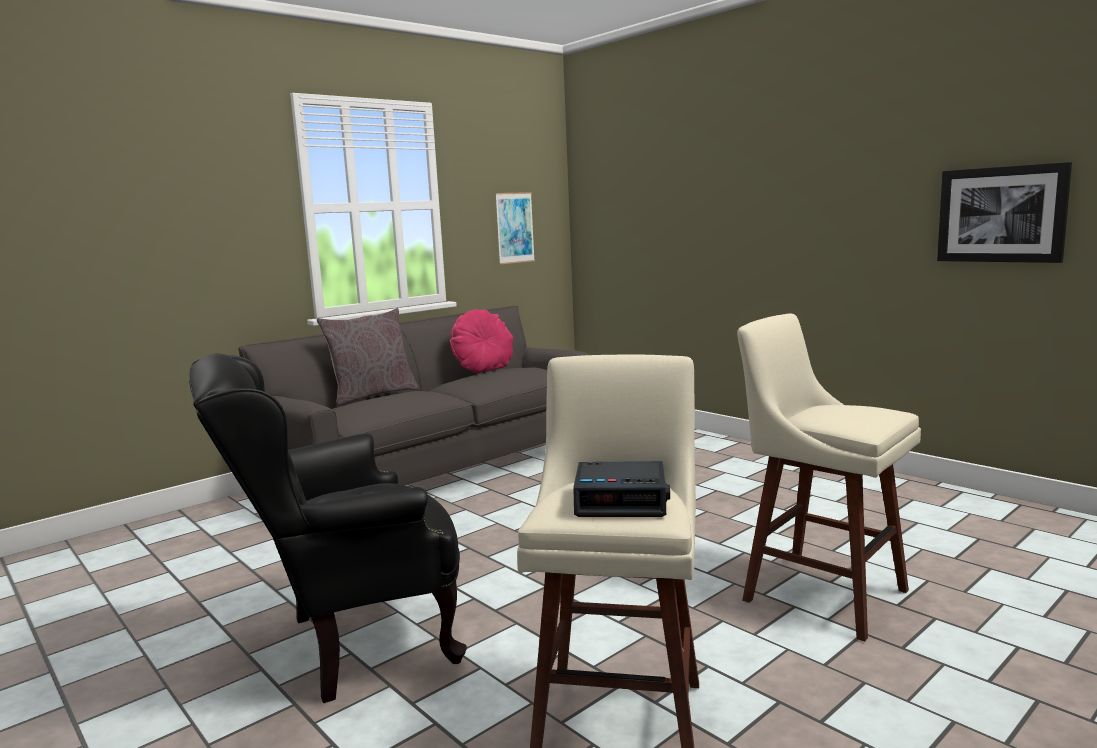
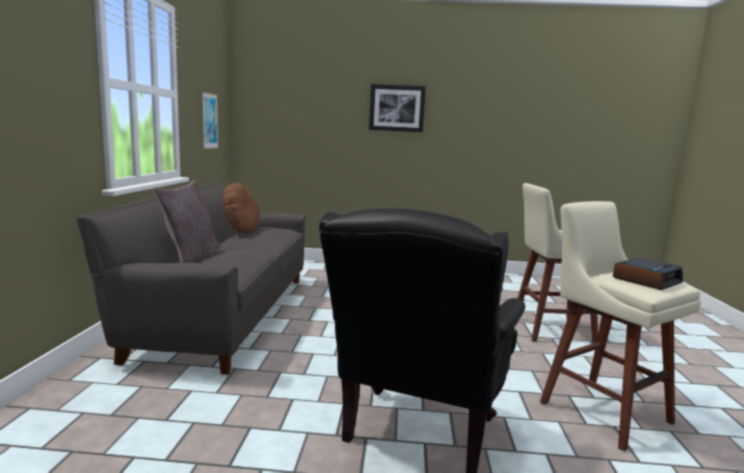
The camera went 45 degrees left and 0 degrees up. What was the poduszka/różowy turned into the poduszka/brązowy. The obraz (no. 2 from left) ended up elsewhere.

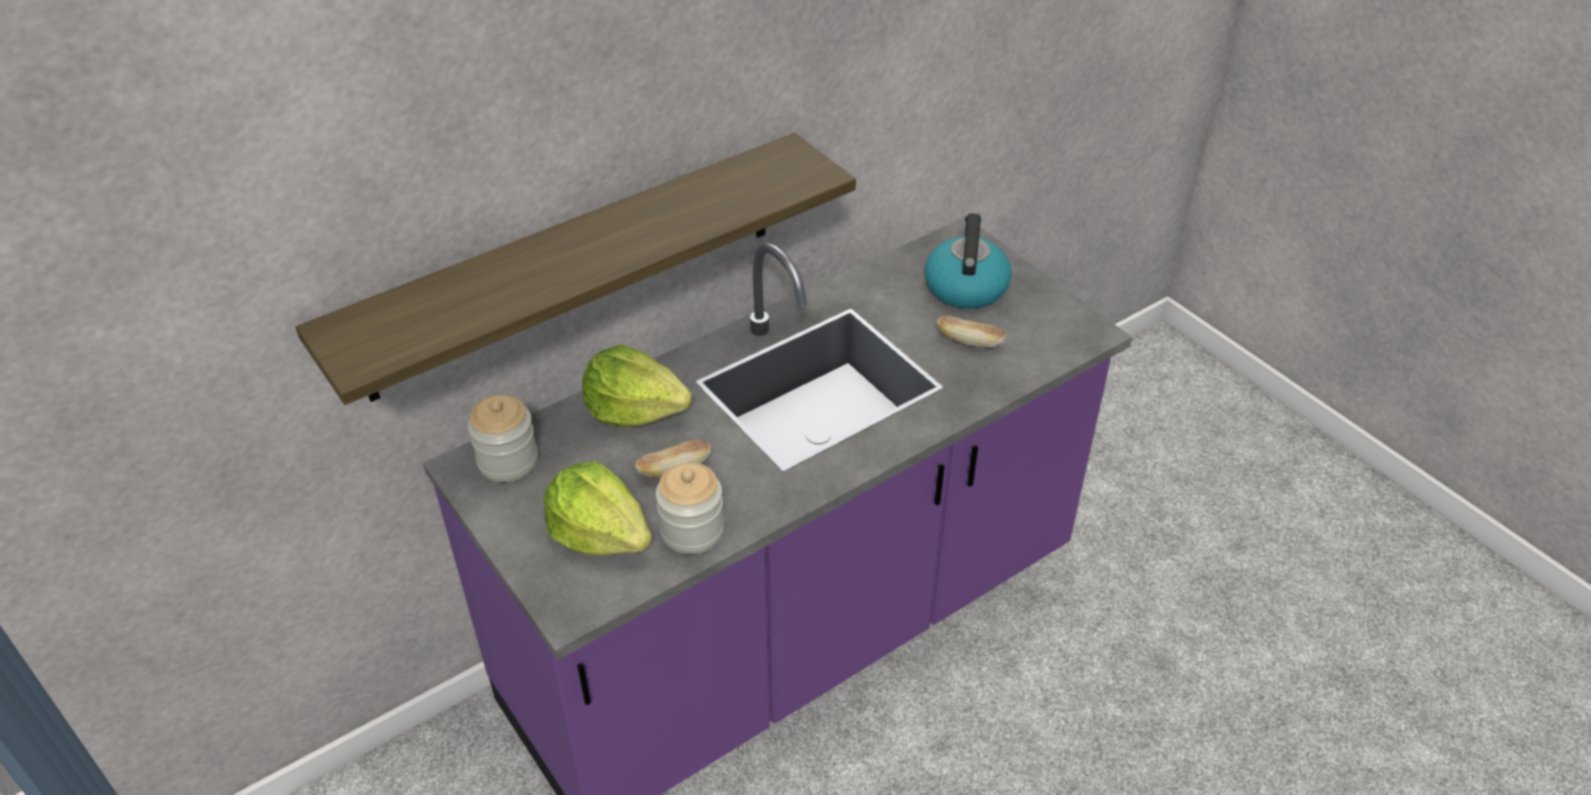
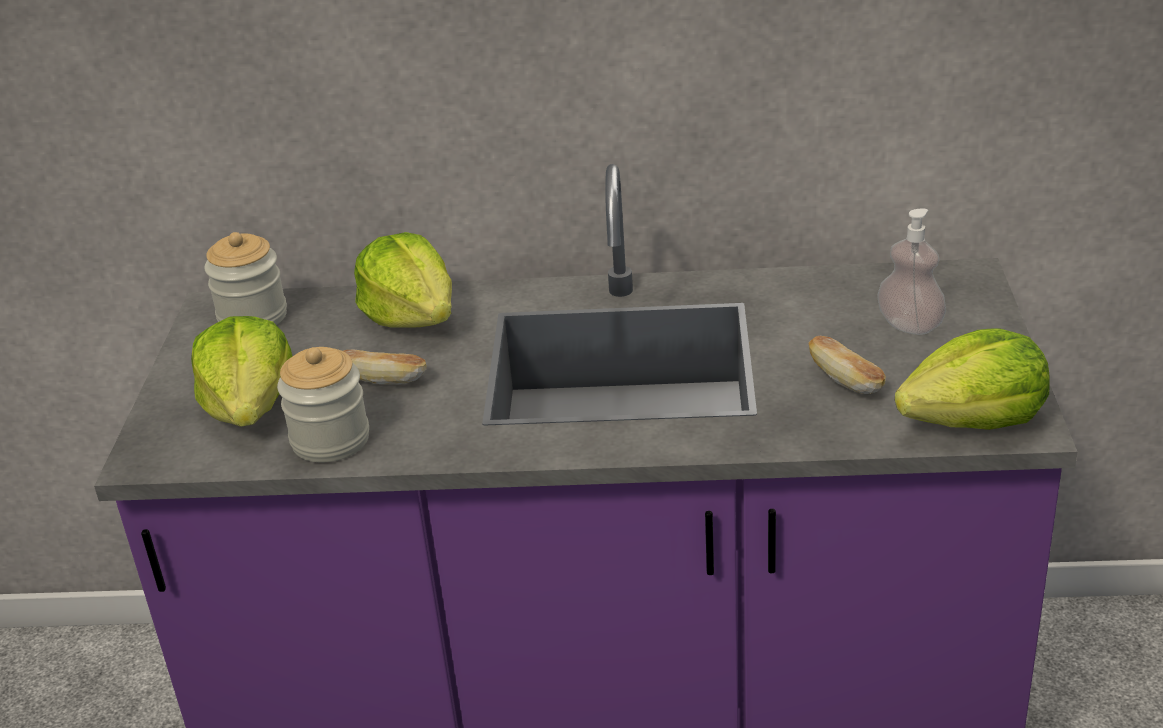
The camera went 40 degrees right and 10 degrees down. The second view lost the półka. Where the czajnik stood, the dozownik mydła came to stand. The second view gained the sałata (no. 3 from left).

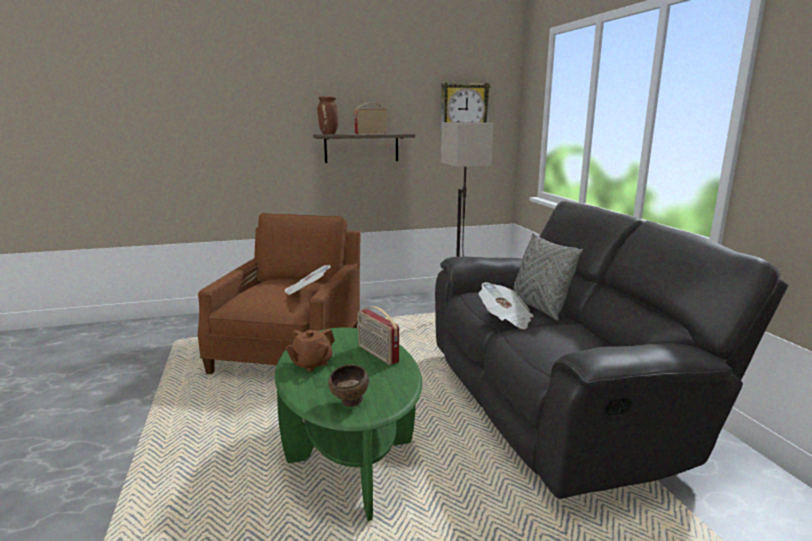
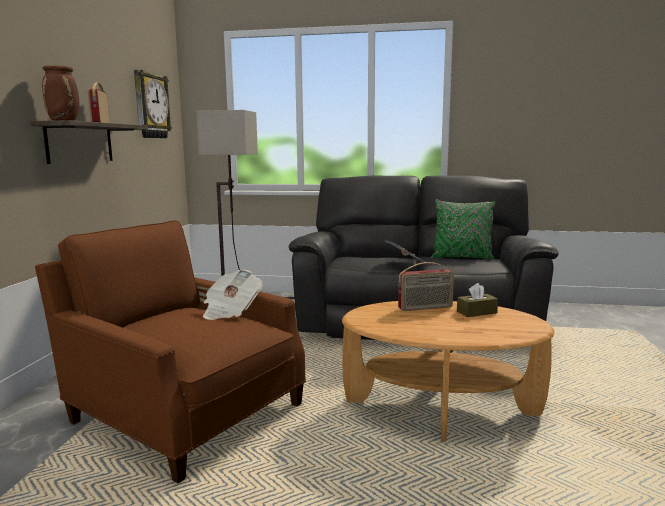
The camera went 65 degrees left and 5 degrees down. What was the ława/zielony turned into the ława/brązowy. The second view lost the imbryk/brązowy. The second view lost the miska/brązowy. The second view lost the poduszka/szary. The second view gained the poduszka/zielony. The second view gained the pudełko chusteczek/brązowy.

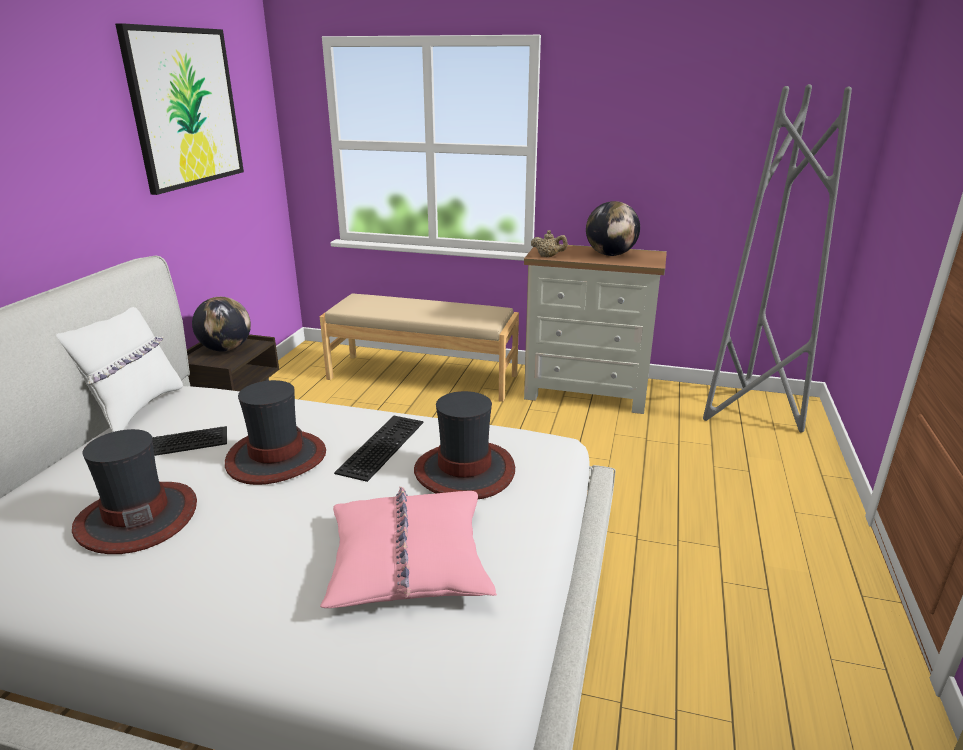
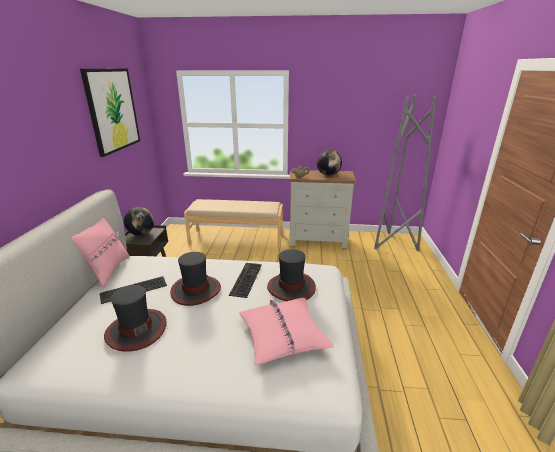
The camera went 10 degrees left and 0 degrees up. What was the poduszka/biały turned into the poduszka/różowy (no. 1 from left).

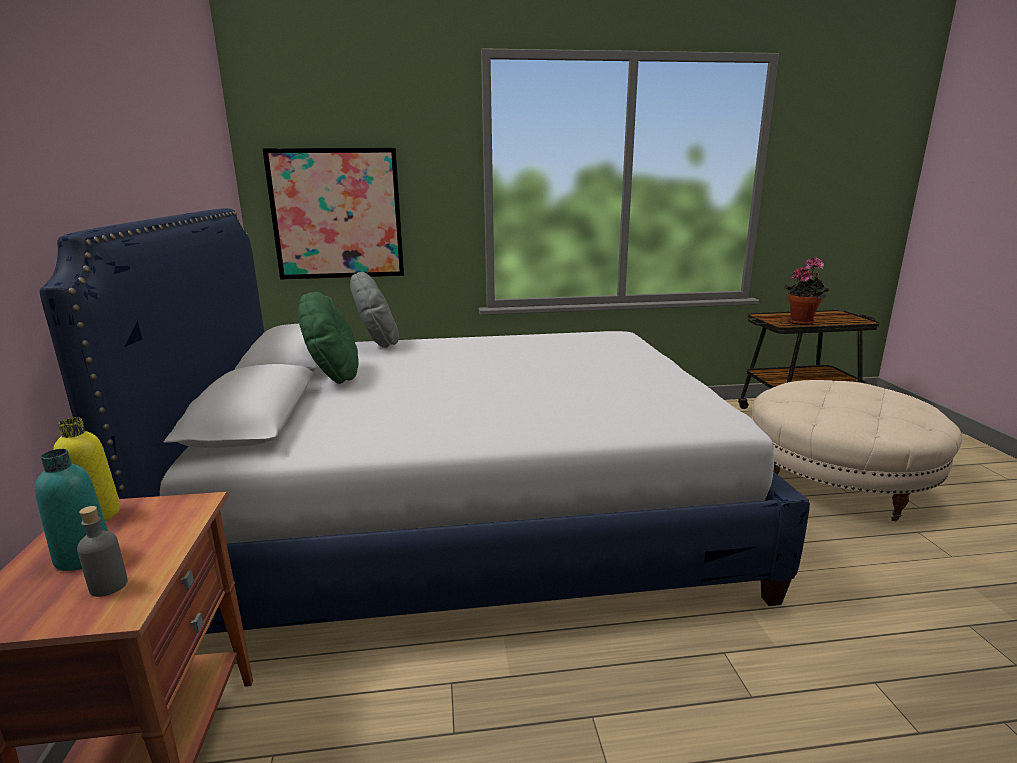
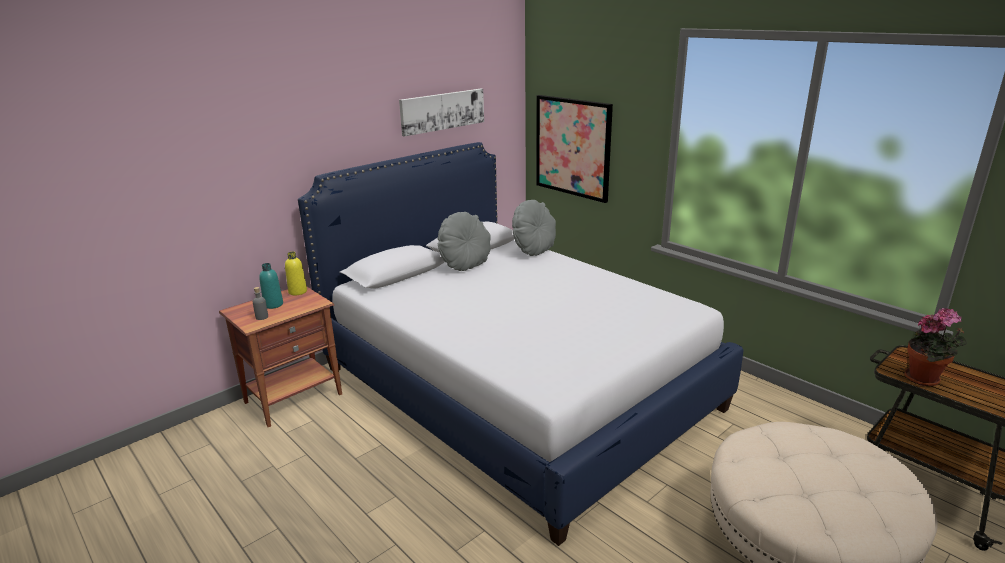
The camera went 55 degrees right and 5 degrees up. What was the poduszka/zielony turned into the poduszka/szary (no. 1 from left). The second view gained the obraz (no. 1 from left).

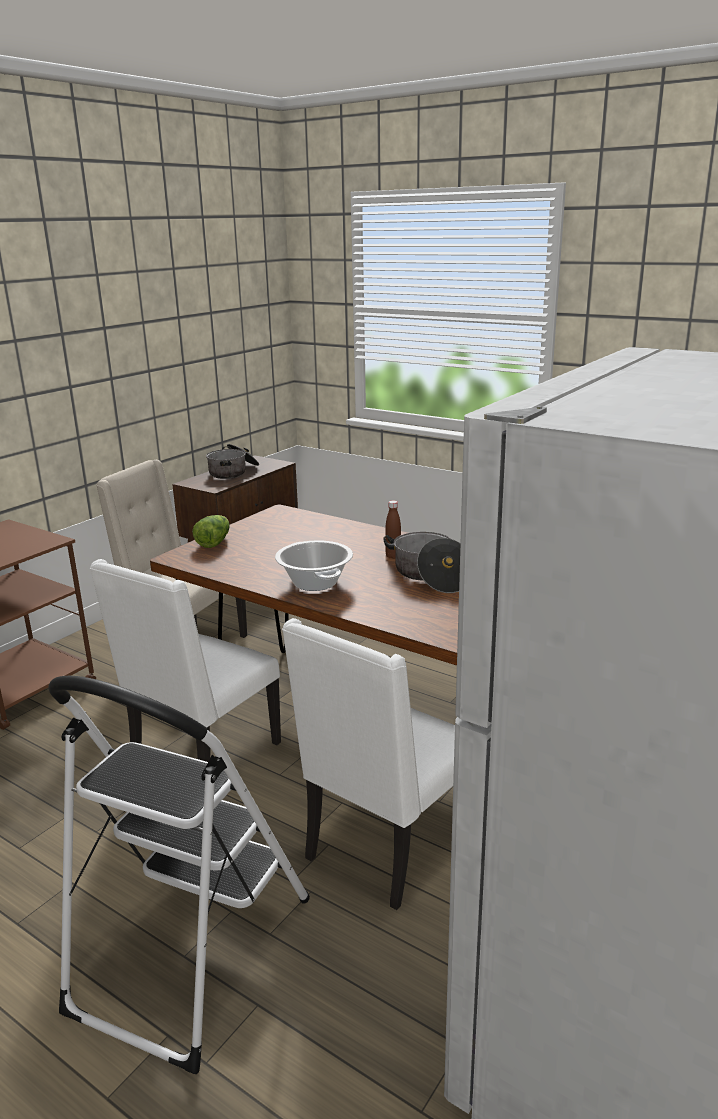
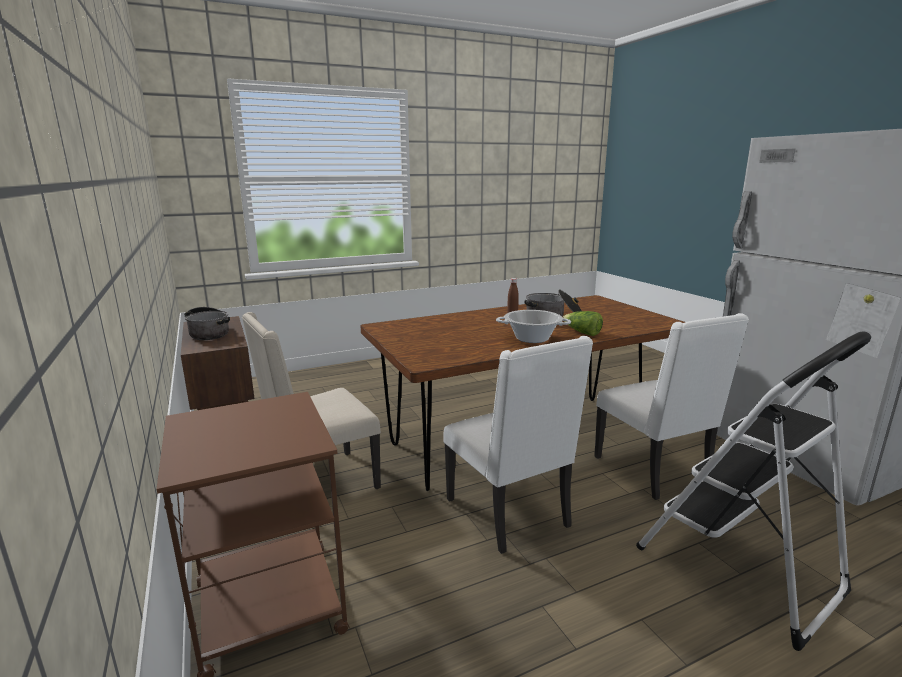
The camera went 60 degrees left and 5 degrees down. The sałata ended up elsewhere.

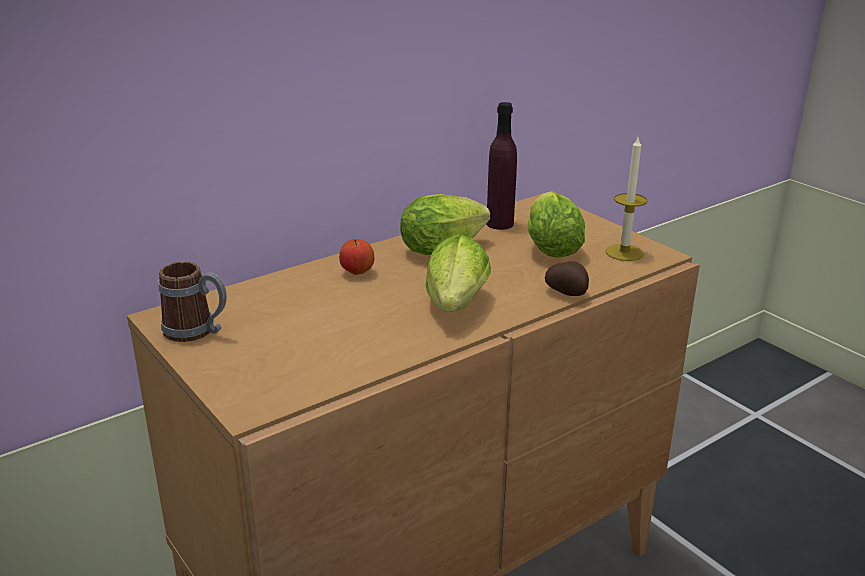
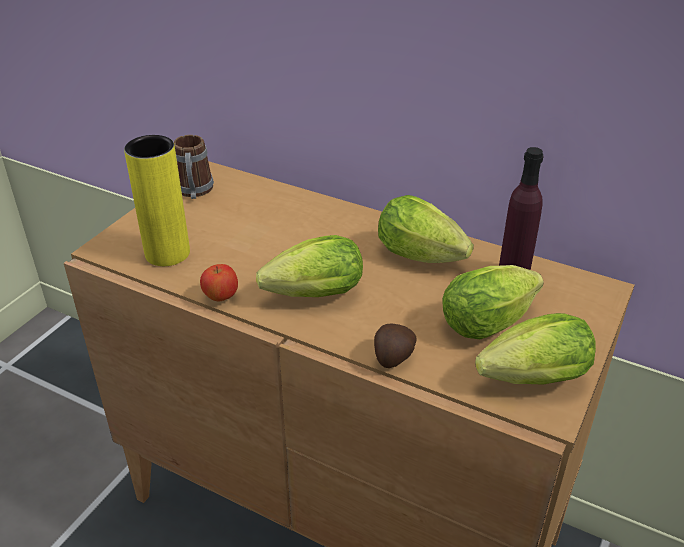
The camera went 65 degrees right and 10 degrees up. The jabłko ended up elsewhere. Where the świeca stood, the sałata (no. 4 from left) came to stand. The second view gained the wazon/żółty.

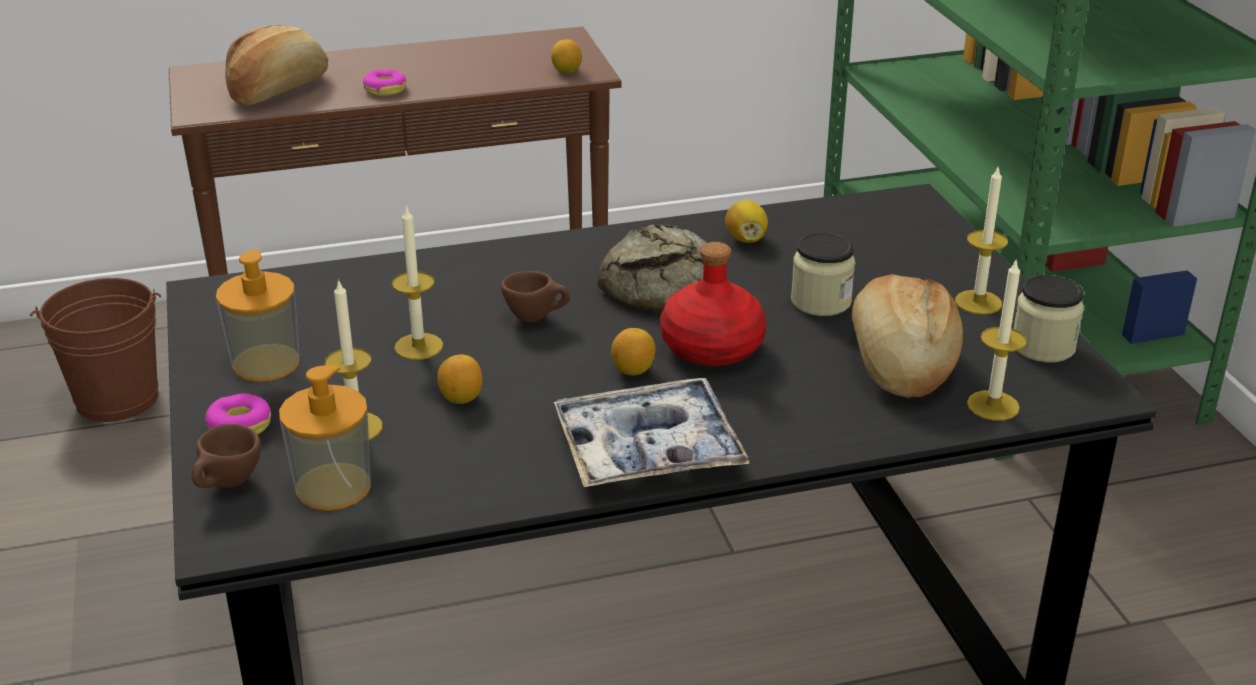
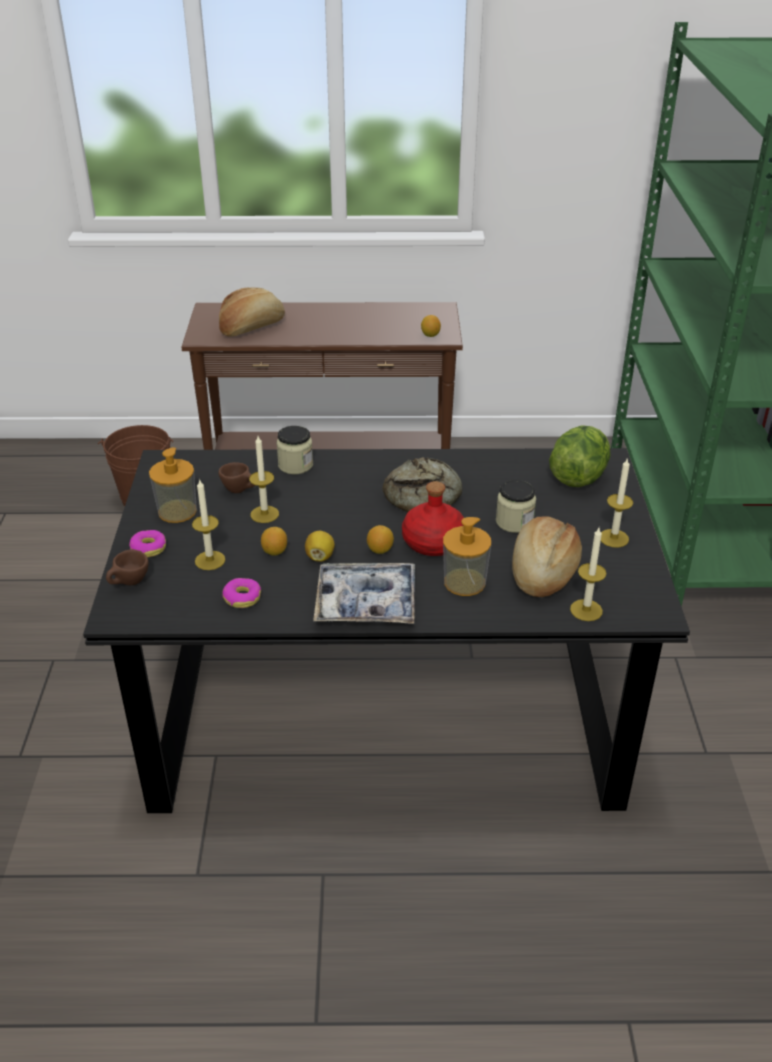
The camera went 15 degrees right and 5 degrees up. The dozownik mydła (no. 2 from left) ended up elsewhere. The donut (no. 2 from left) ended up elsewhere. The filiżanka/brązowy (no. 2 from left) ended up elsewhere. The cytryna (no. 4 from left in the first image) ended up elsewhere. The słoik (no. 2 from left in the first image) ended up elsewhere. The second view gained the sałata.

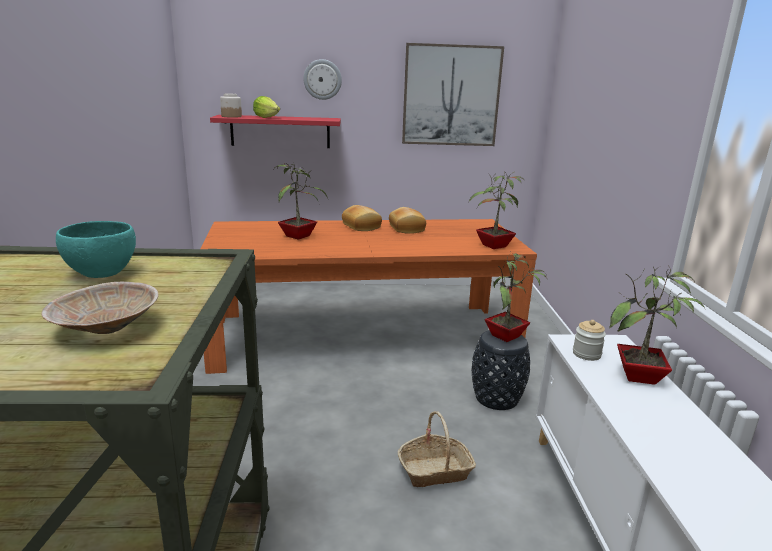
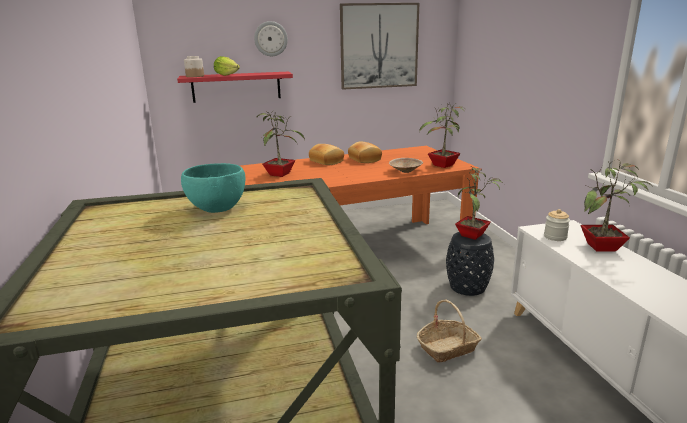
The camera went 10 degrees left and 0 degrees up. The miska/beżowy ended up elsewhere.

